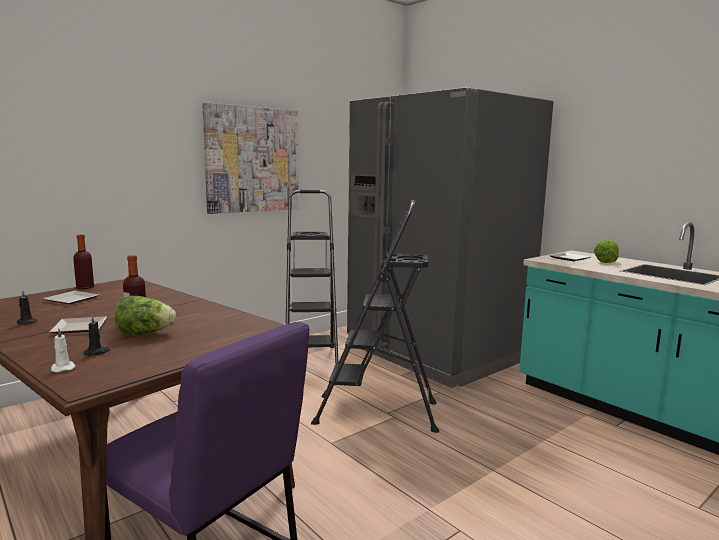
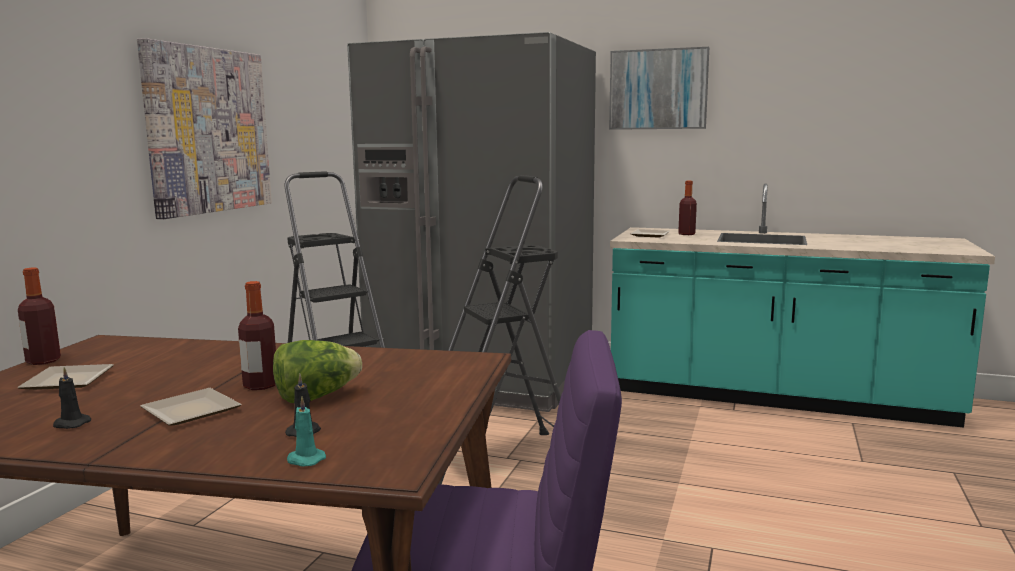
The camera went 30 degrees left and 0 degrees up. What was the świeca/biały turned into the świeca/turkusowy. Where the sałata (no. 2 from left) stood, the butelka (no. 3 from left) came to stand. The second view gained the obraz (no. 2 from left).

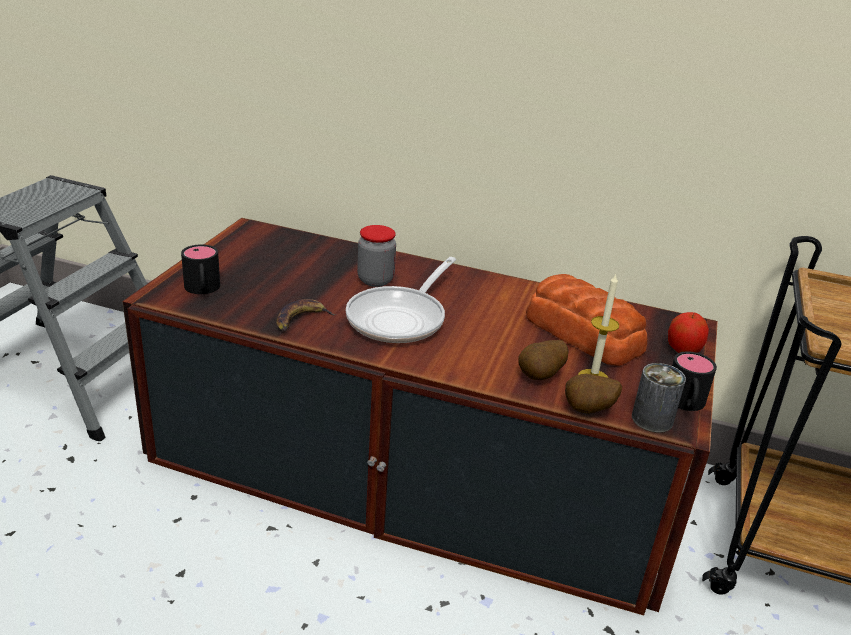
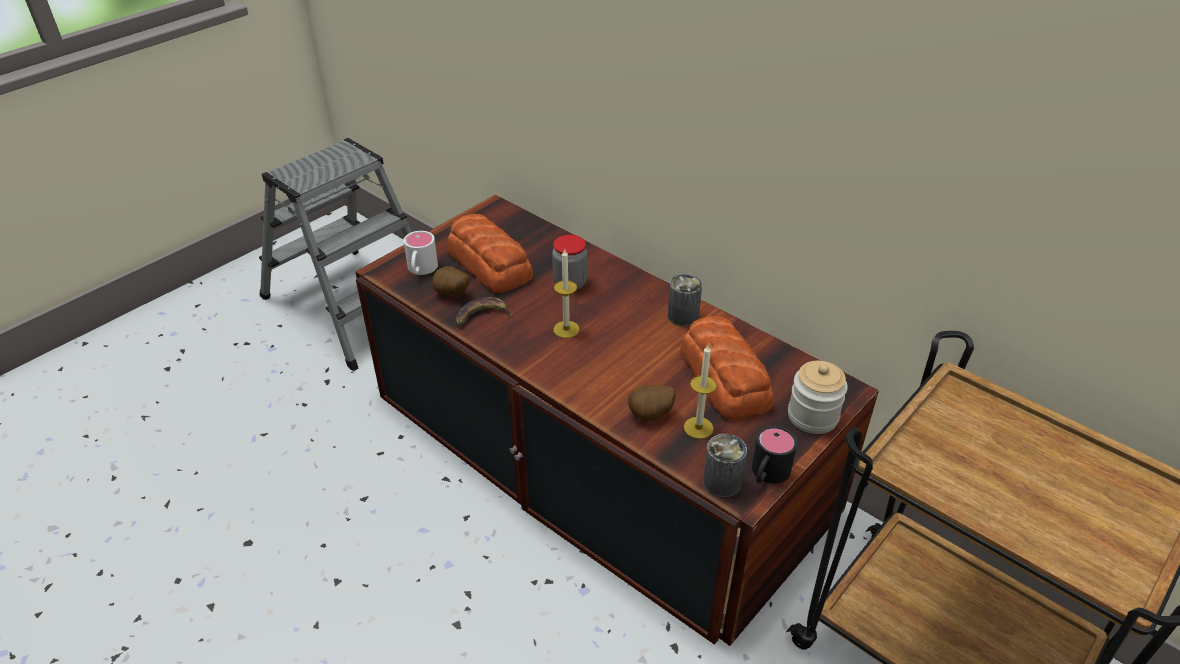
The camera went 25 degrees right and 10 degrees up. What was the kubek/czarny (no. 1 from left) turned into the kubek/biały. Where the patelnia stood, the świeca (no. 1 from left) came to stand. The ziemniak (no. 2 from left in the first image) ended up elsewhere. Where the jabłko stood, the słoik (no. 2 from left) came to stand. The second view gained the chleb (no. 1 from left). The second view gained the puszka (no. 1 from left).

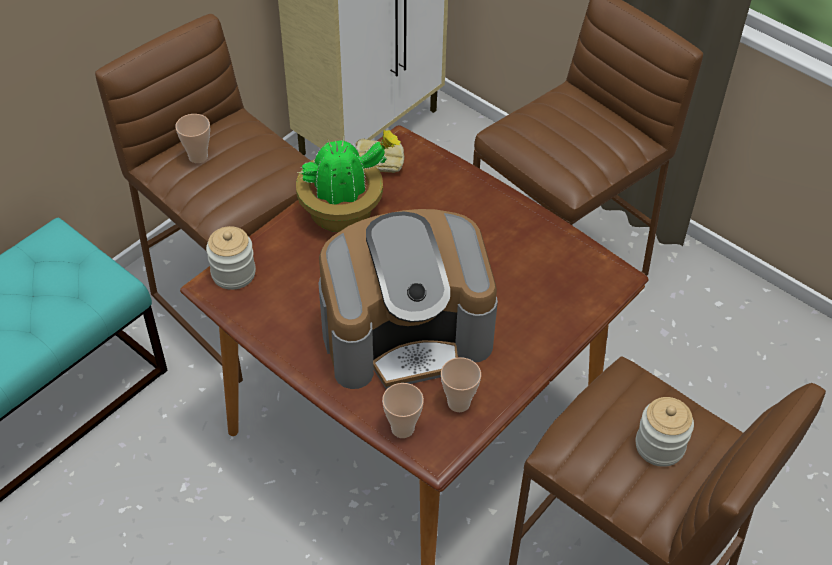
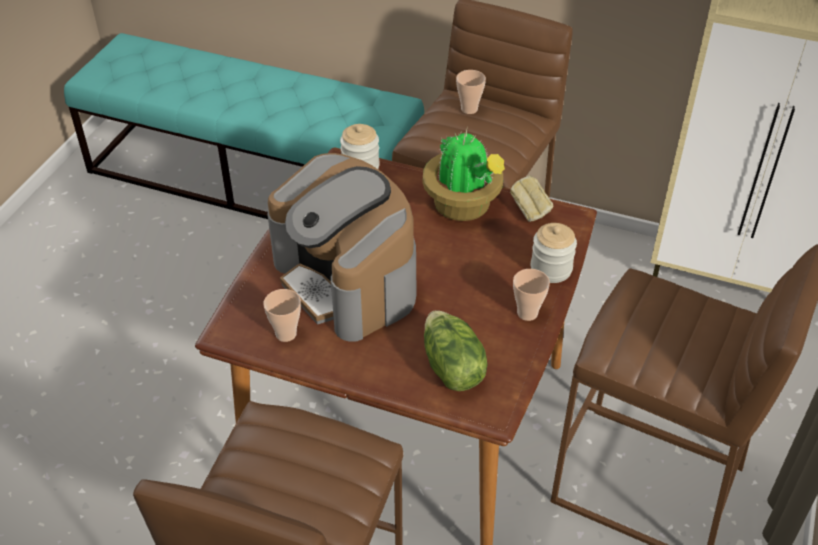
The camera went 70 degrees right and 5 degrees down. The filiżanka (no. 2 from left in the first image) ended up elsewhere. The słoik (no. 2 from left) ended up elsewhere. The second view gained the sałata.

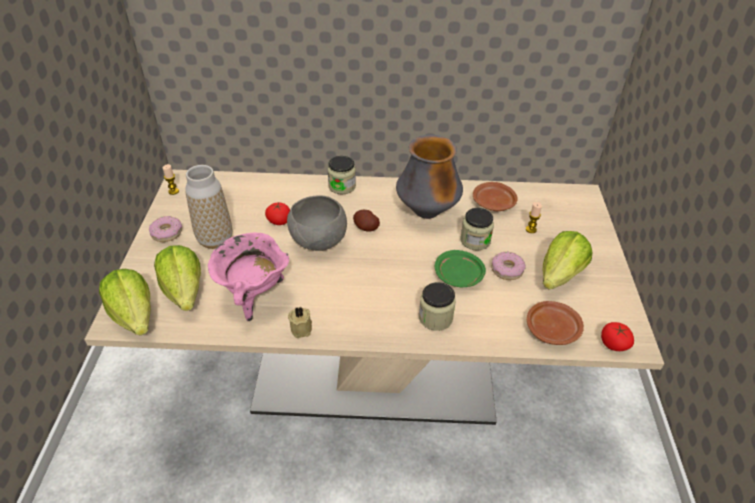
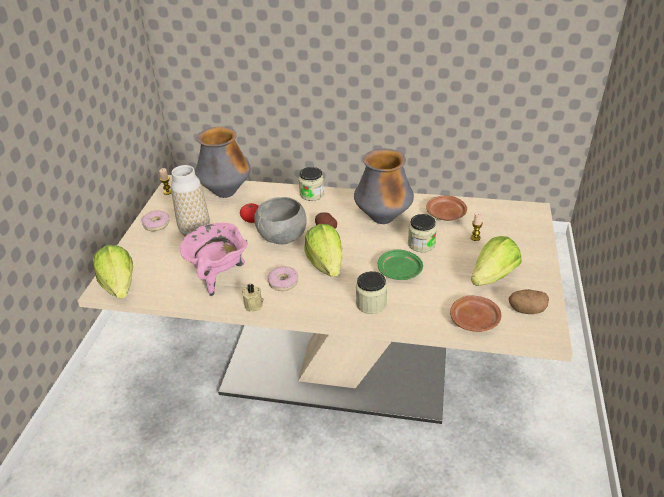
The camera went 10 degrees right and 5 degrees down. The sałata (no. 2 from left) ended up elsewhere. The donut (no. 2 from left) ended up elsewhere. The second view lost the pomidor (no. 2 from left). The second view gained the wazon (no. 2 from left). The second view gained the ziemniak (no. 2 from left).

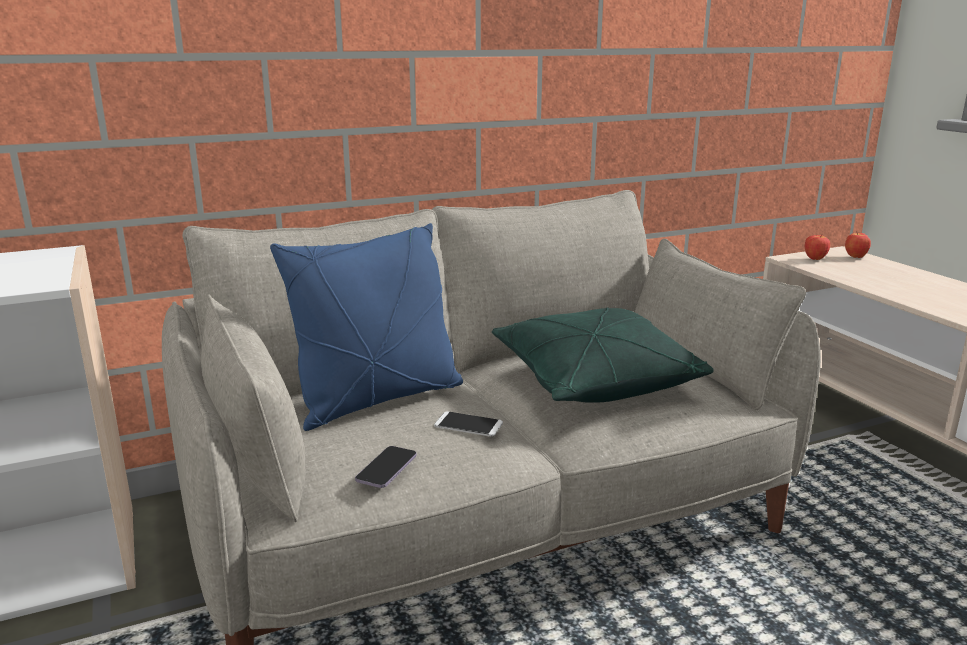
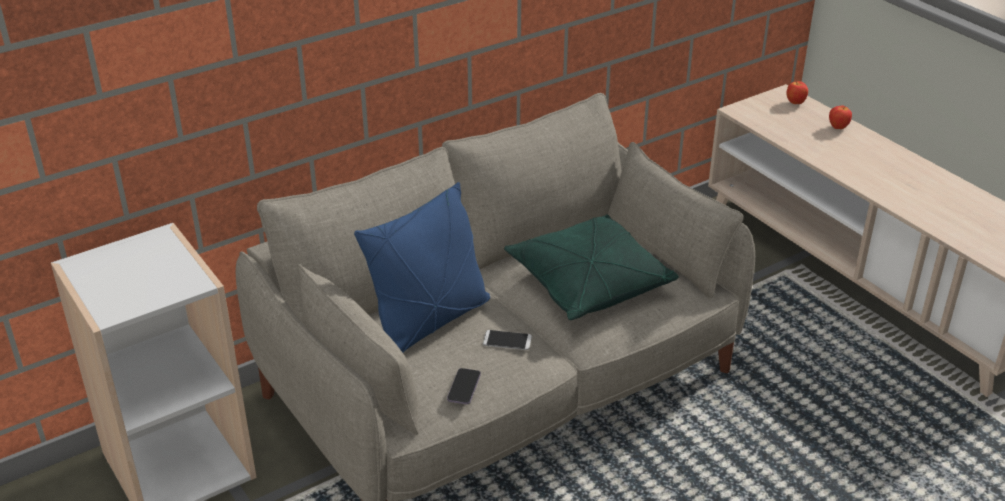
The camera went 10 degrees left and 15 degrees up. The jabłko (no. 1 from left in the first image) ended up elsewhere.

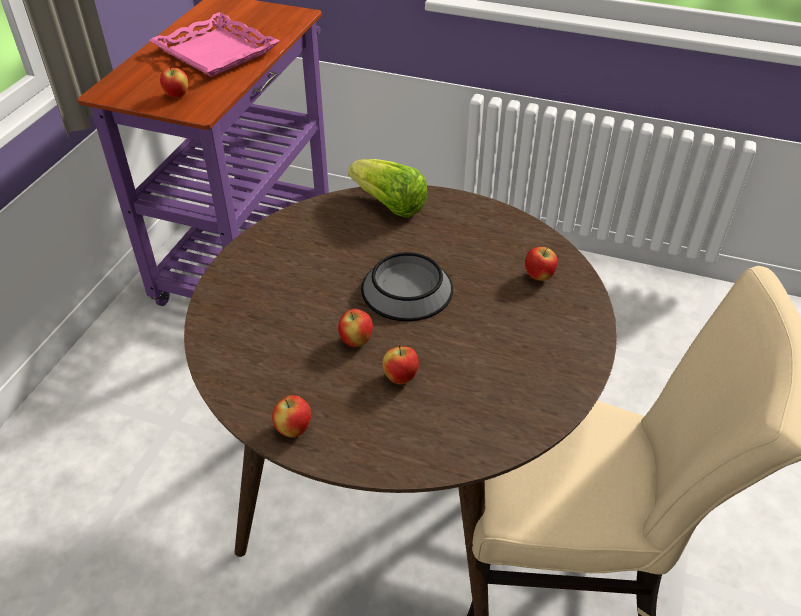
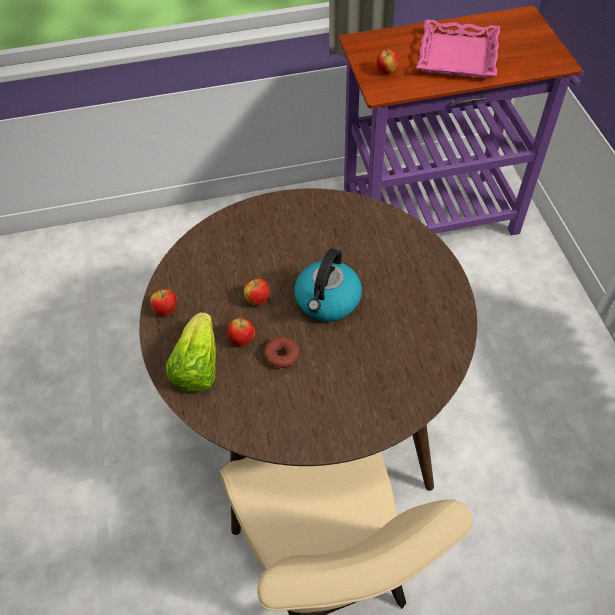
The camera went 60 degrees right and 10 degrees up. The sałata ended up elsewhere. Where the miska stood, the czajnik came to stand. The second view lost the jabłko (no. 5 from left). The second view gained the donut.

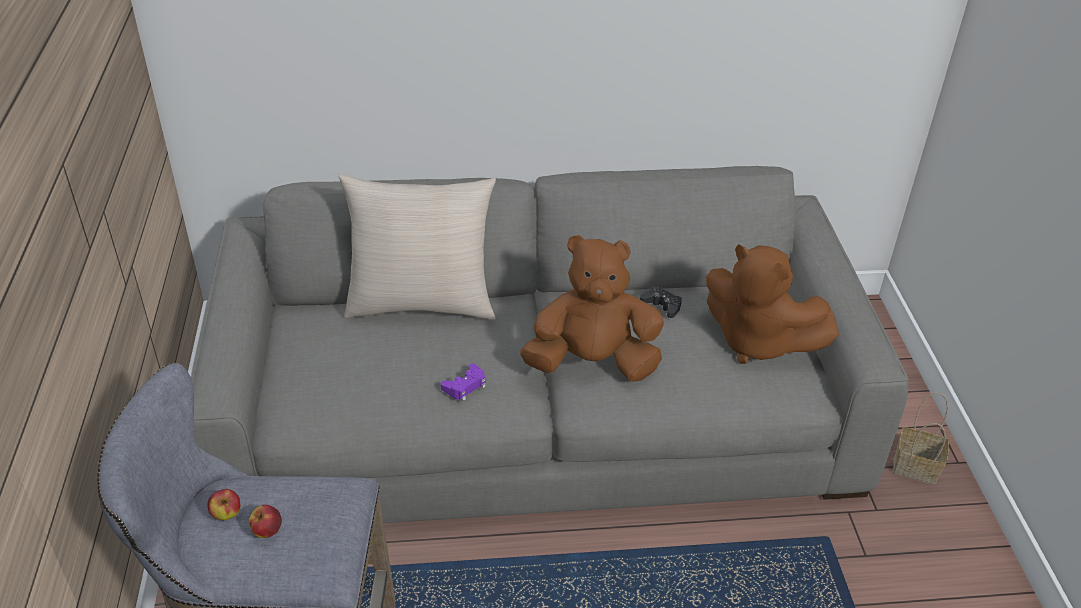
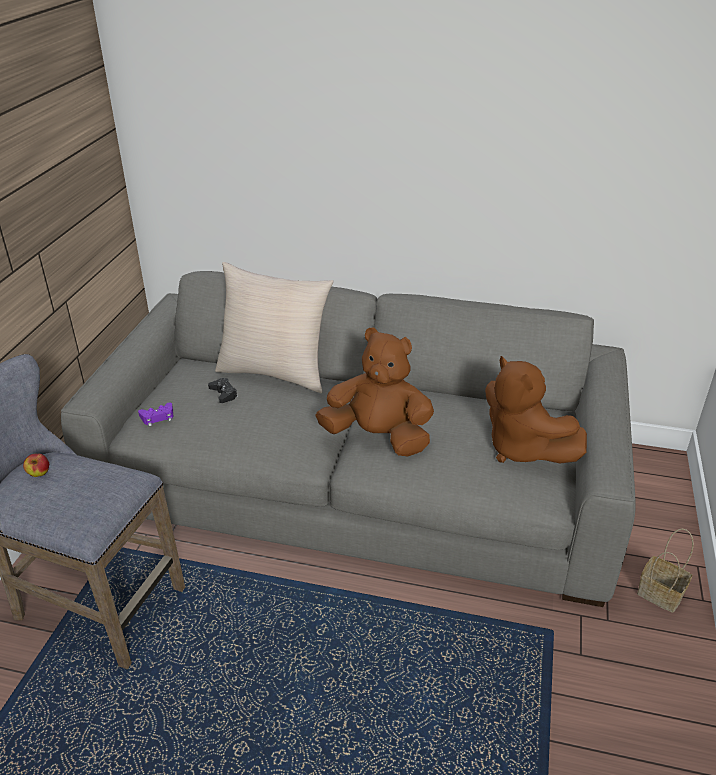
The camera went 20 degrees right and 5 degrees down. The second view lost the jabłko (no. 2 from left). The pad do gier/fioletowy ended up elsewhere. The pad do gier/czarny ended up elsewhere.

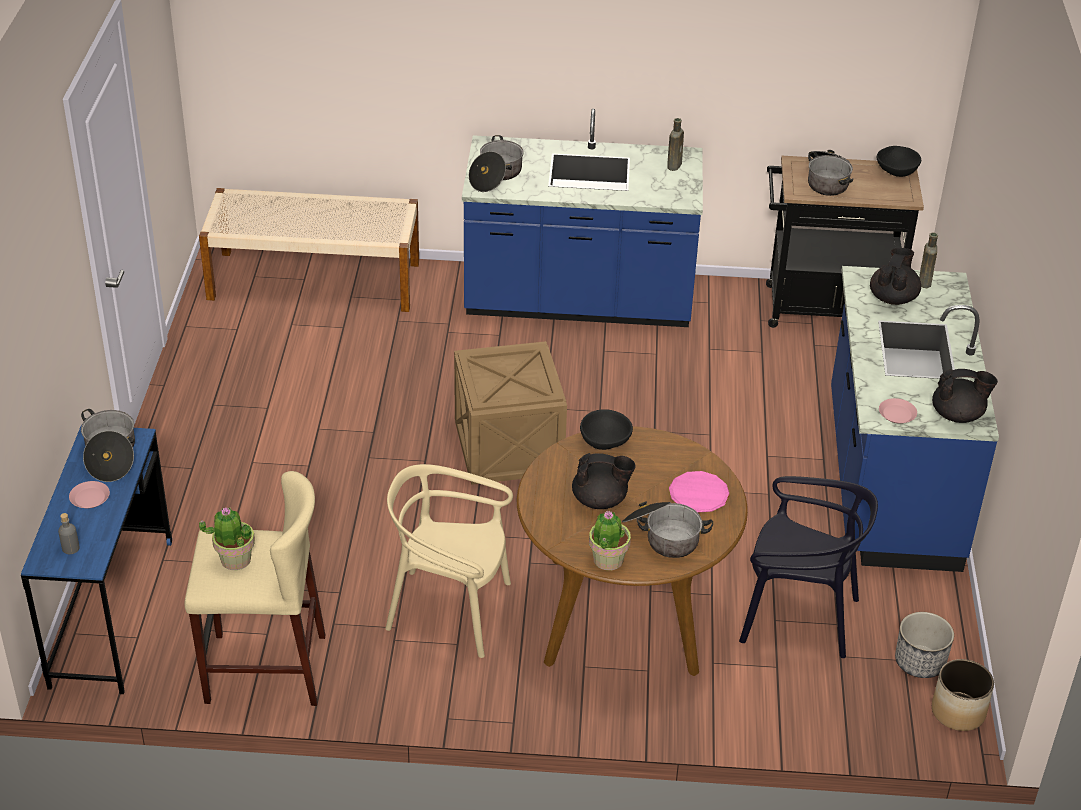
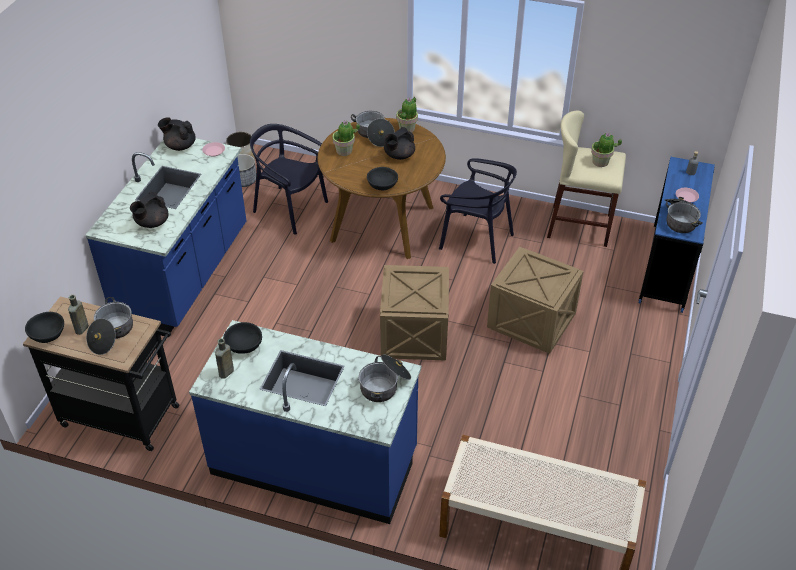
The camera went 165 degrees left and 5 degrees up. What was the krzesło/beżowy turned into the krzesło/czarny (no. 2 from left). The imbryk/czarny (no. 1 from left in the first image) ended up facing another way, 60 degrees counterclockwise from before. Where the talerz/różowy (no. 2 from left) stood, the roślina doniczkowa (no. 1 from left) came to stand. The butelka/brązowy (no. 2 from left in the first image) ended up elsewhere. The second view gained the miska/czarny (no. 2 from left). The second view gained the skrzynka (no. 2 from left).

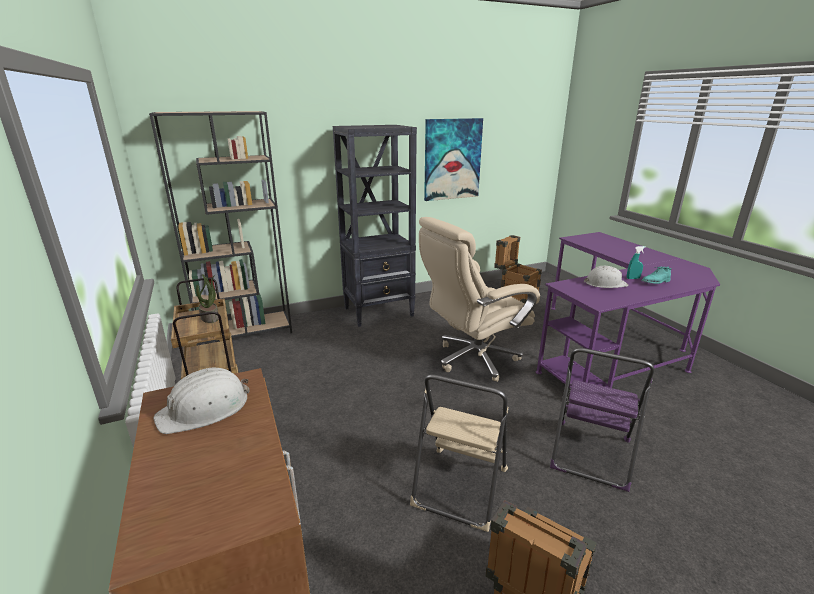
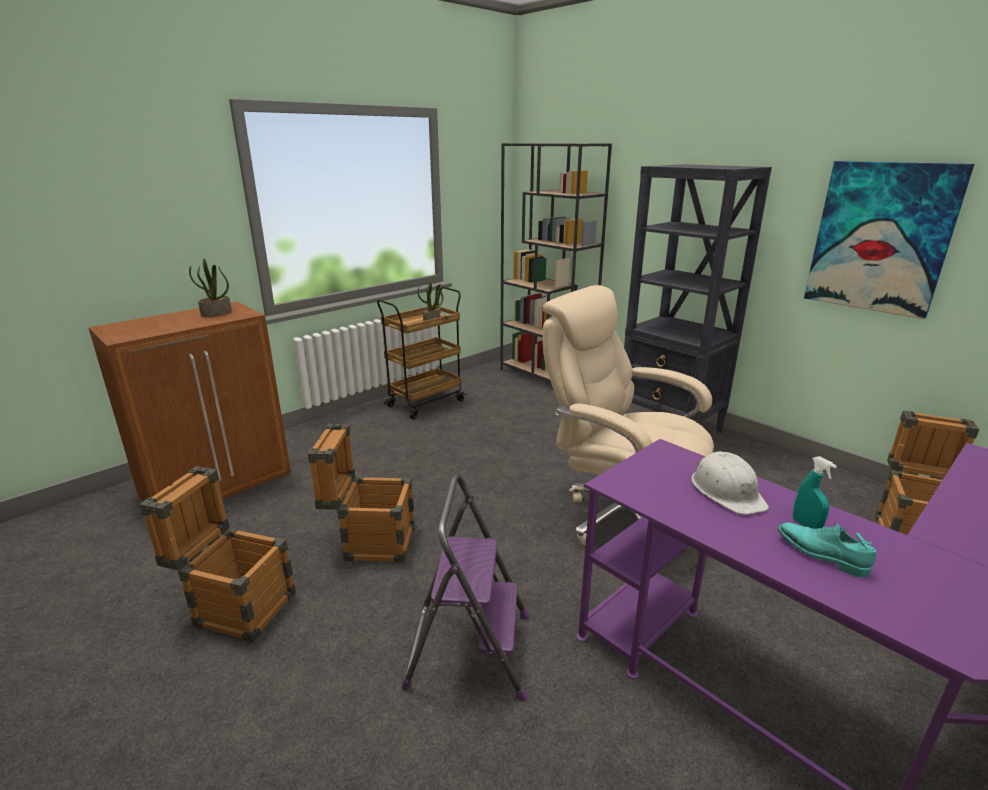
The camera went 70 degrees right and 0 degrees up. Where the kask/biały (no. 1 from left) stood, the roślina doniczkowa (no. 1 from left) came to stand. Where the drabinka/beżowy stood, the skrzynka (no. 2 from left) came to stand.

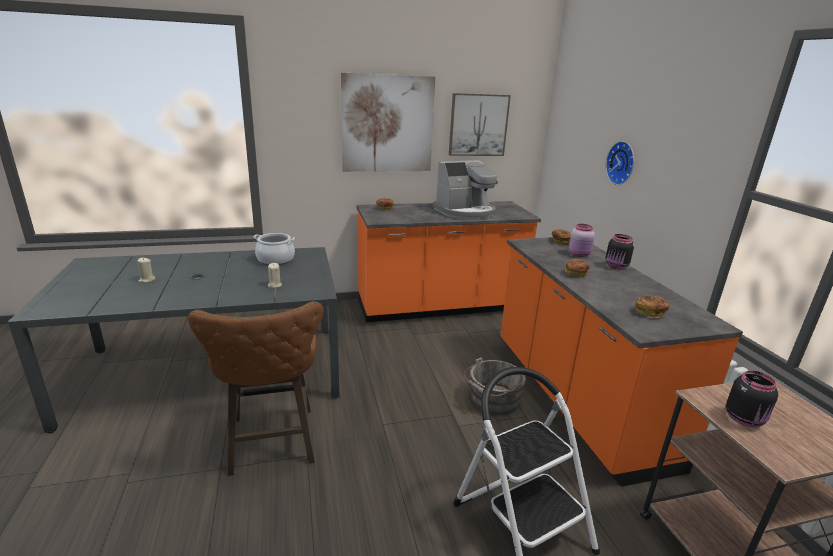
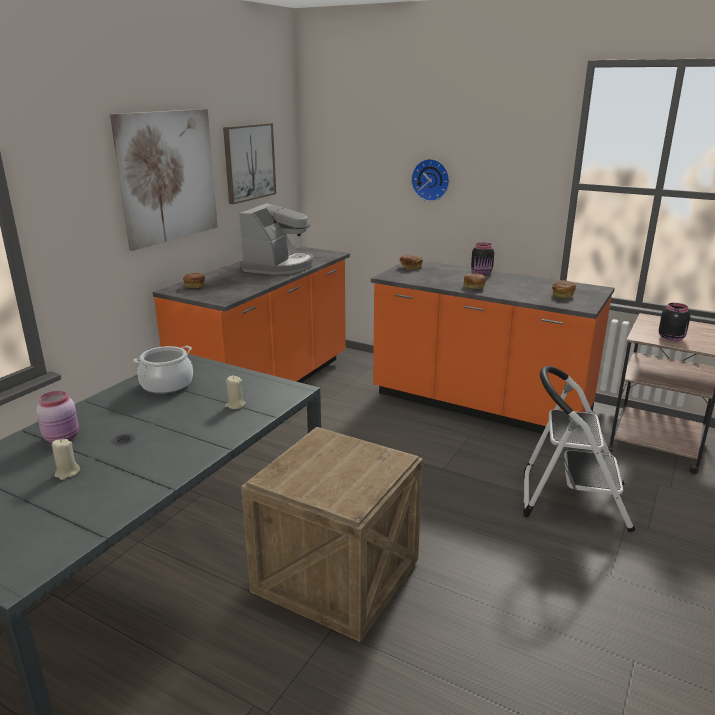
The camera went 45 degrees left and 0 degrees up. Where the stołek/brązowy stood, the skrzynka came to stand. The second view lost the wiadro/szary. The słoik/różowy ended up elsewhere.

